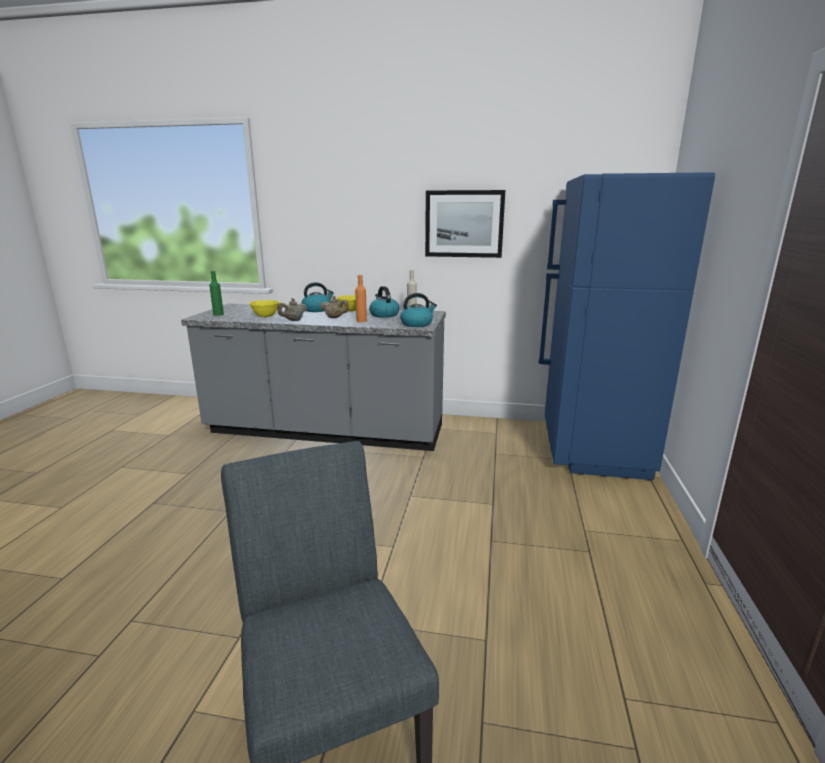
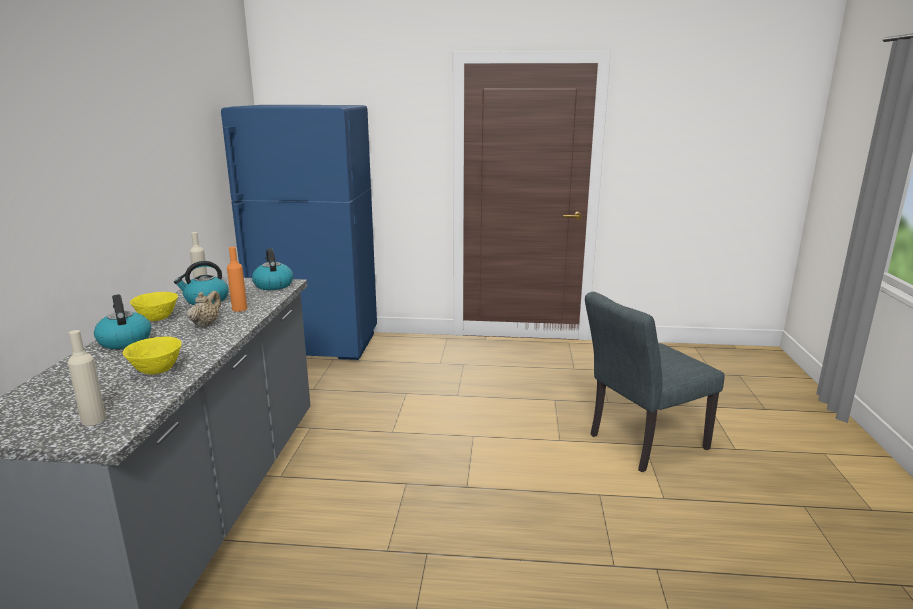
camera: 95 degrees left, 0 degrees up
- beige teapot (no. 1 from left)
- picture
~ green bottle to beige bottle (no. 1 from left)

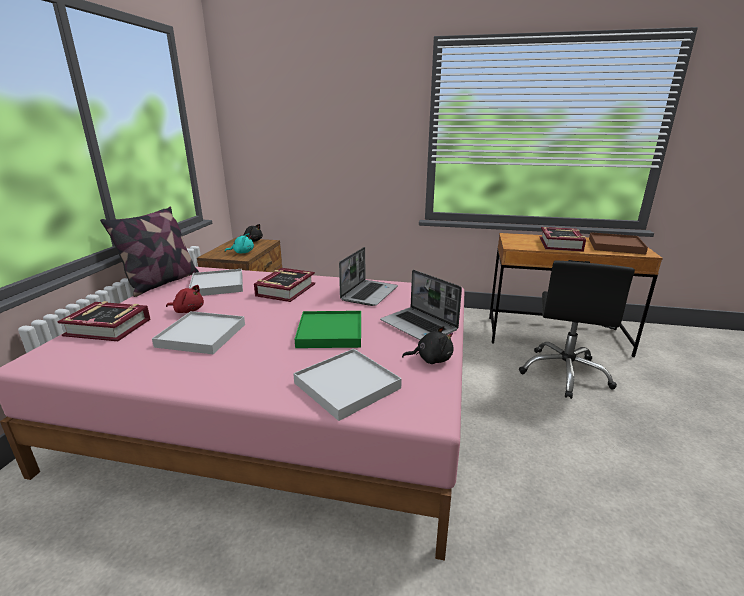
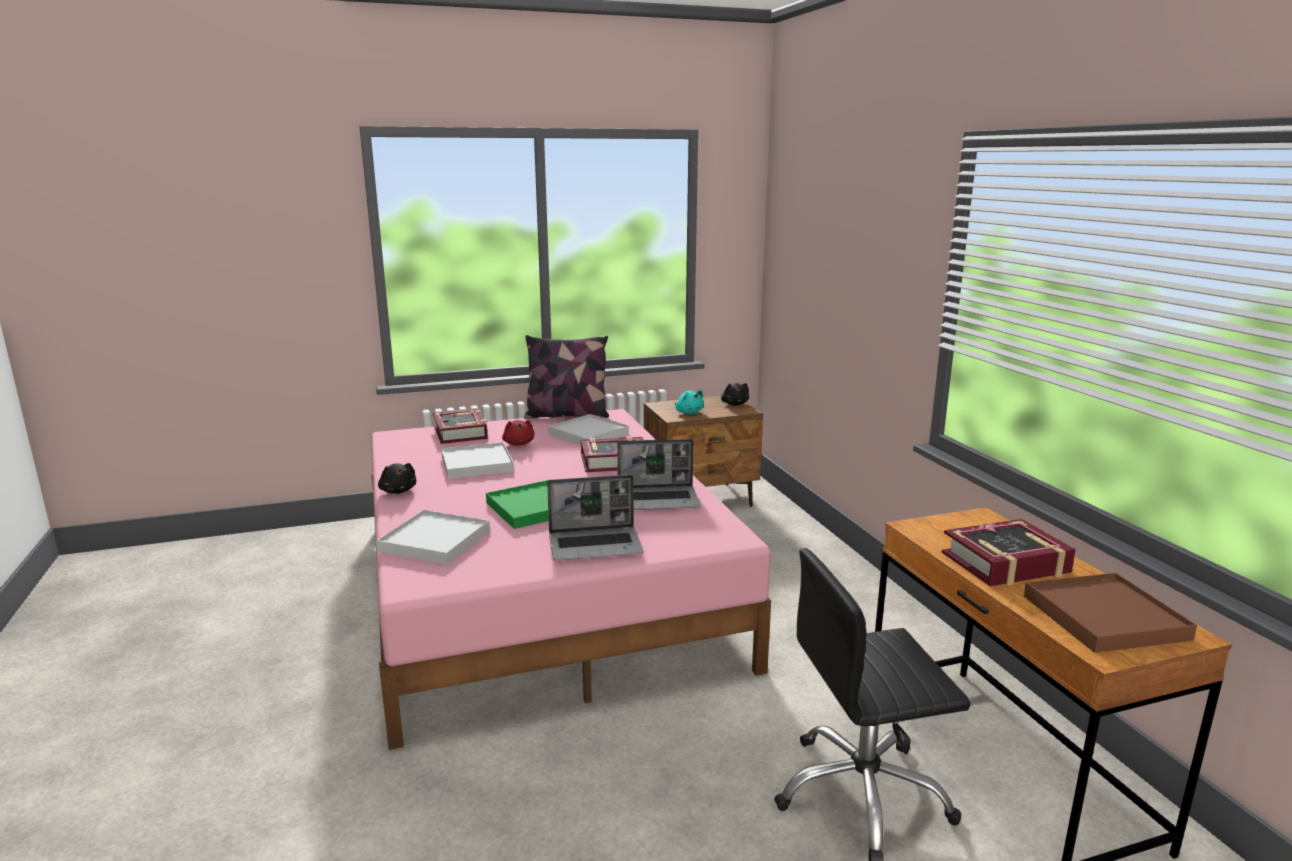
camera: 60 degrees right, 5 degrees down
~ black plush toy (no. 2 from left in the first image) to black plush toy (no. 1 from left)
~ laptop (no. 2 from left in the first image) 120 degrees counterclockwise

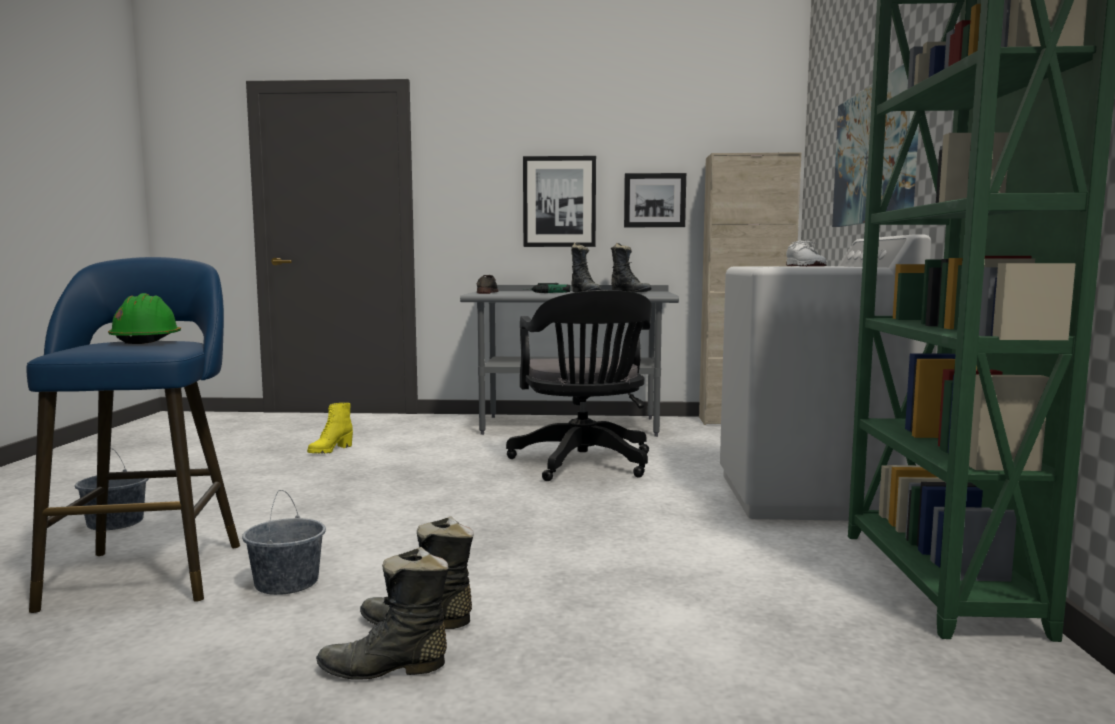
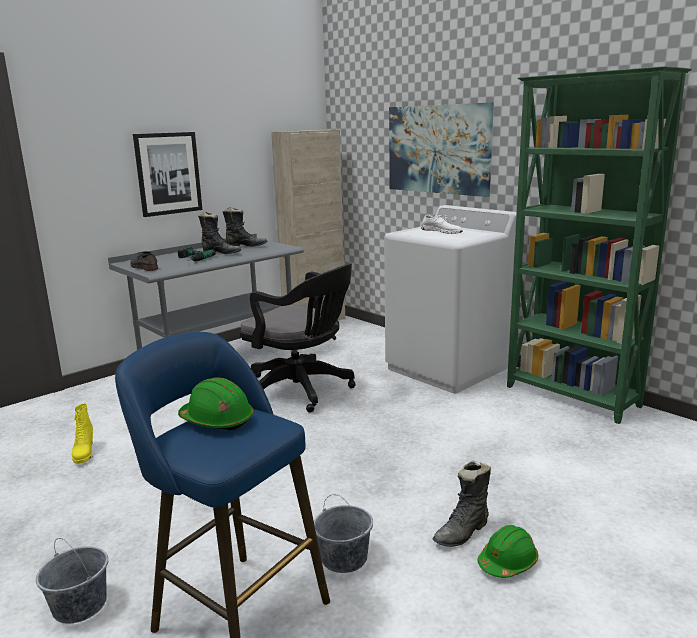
camera: 45 degrees left, 10 degrees up
- picture (no. 2 from left)
~ black boot (no. 1 from left) to green hard hat (no. 2 from left)

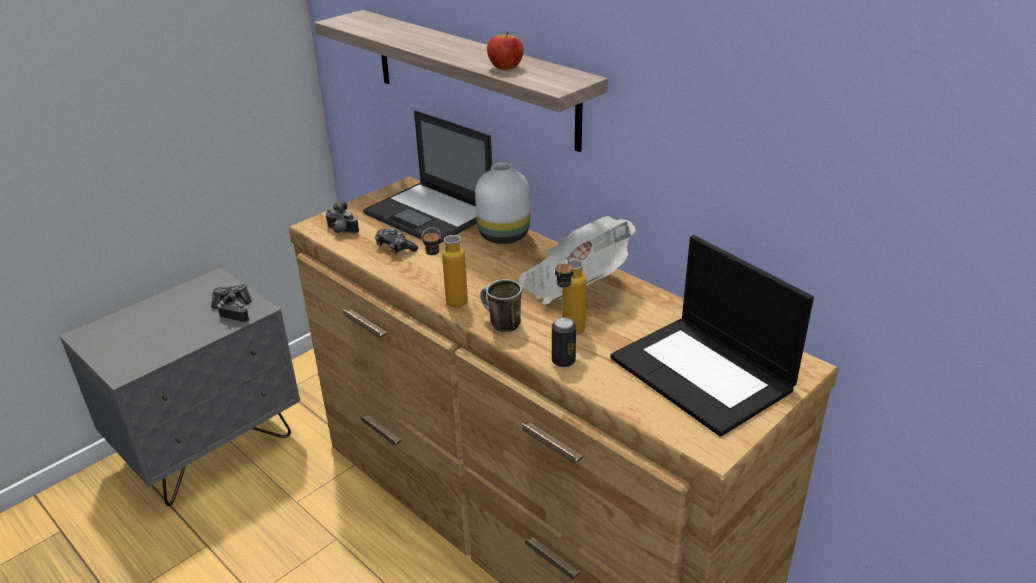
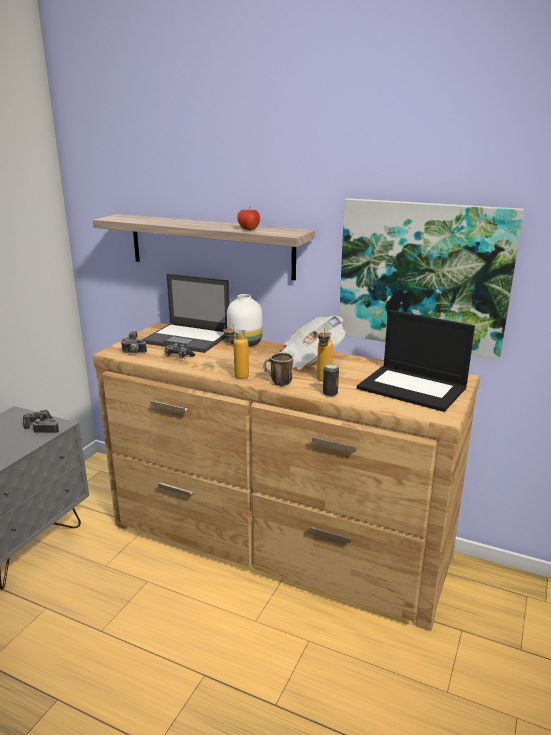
camera: 20 degrees left, 10 degrees down
+ picture

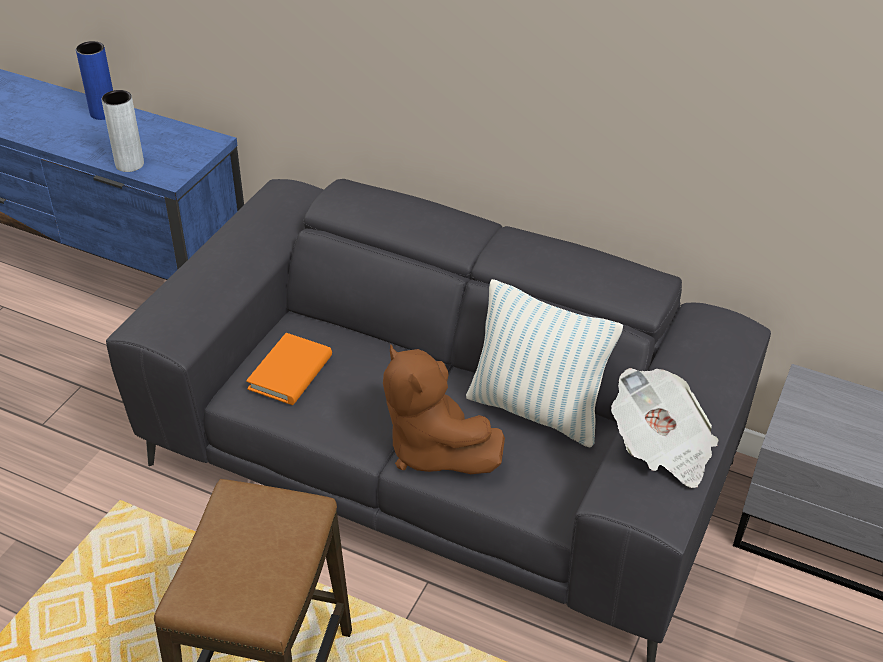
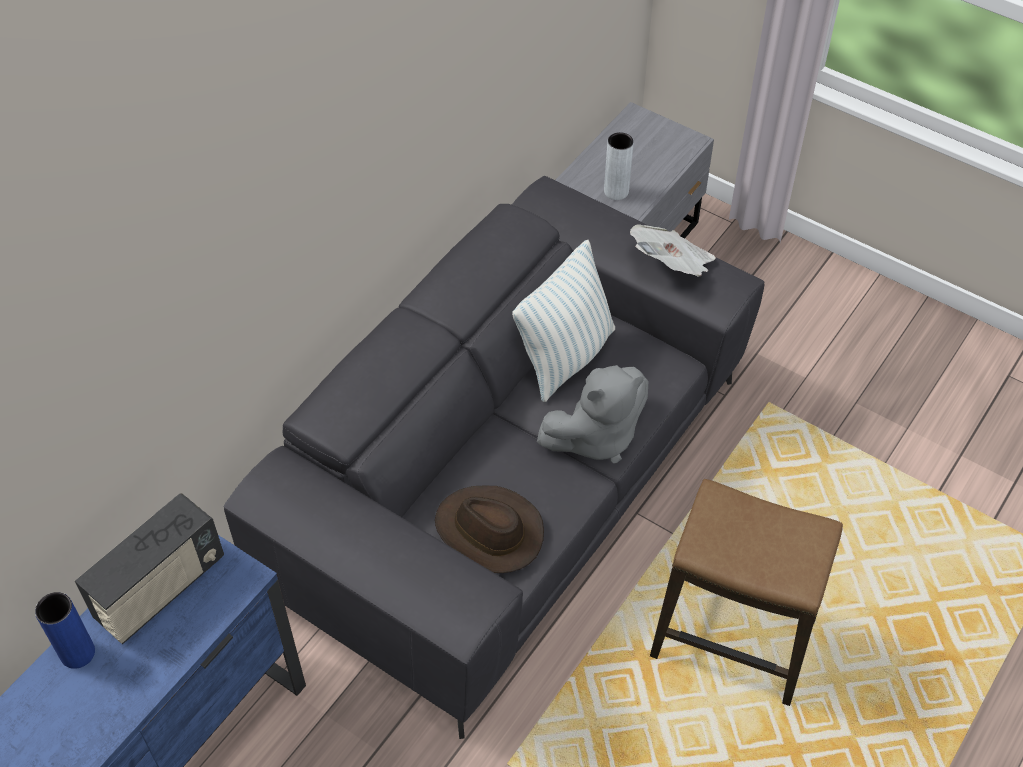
camera: 80 degrees left, 10 degrees up
+ radio
~ grey vase
~ orange book to brown hat
~ brown plush toy to grey plush toy

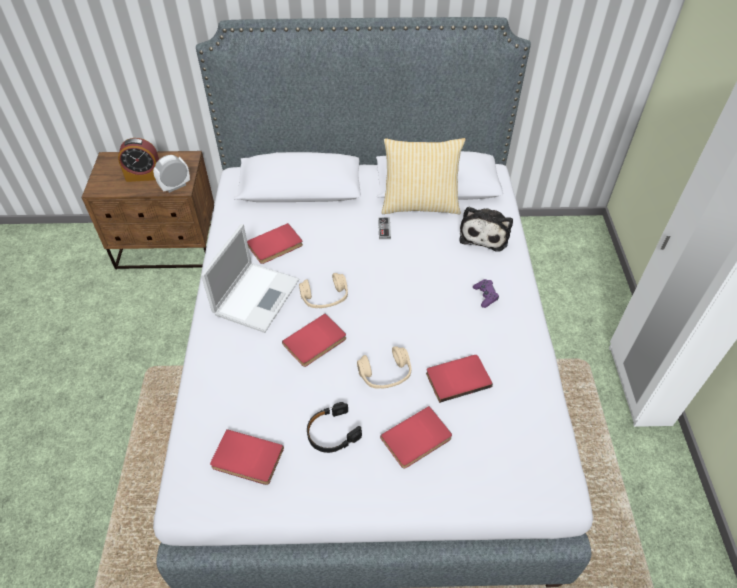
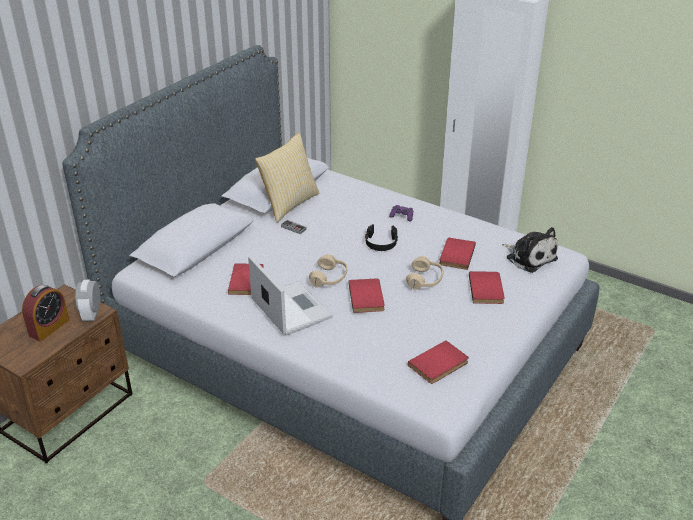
camera: 55 degrees left, 15 degrees down
~ black headphones
~ plush toy

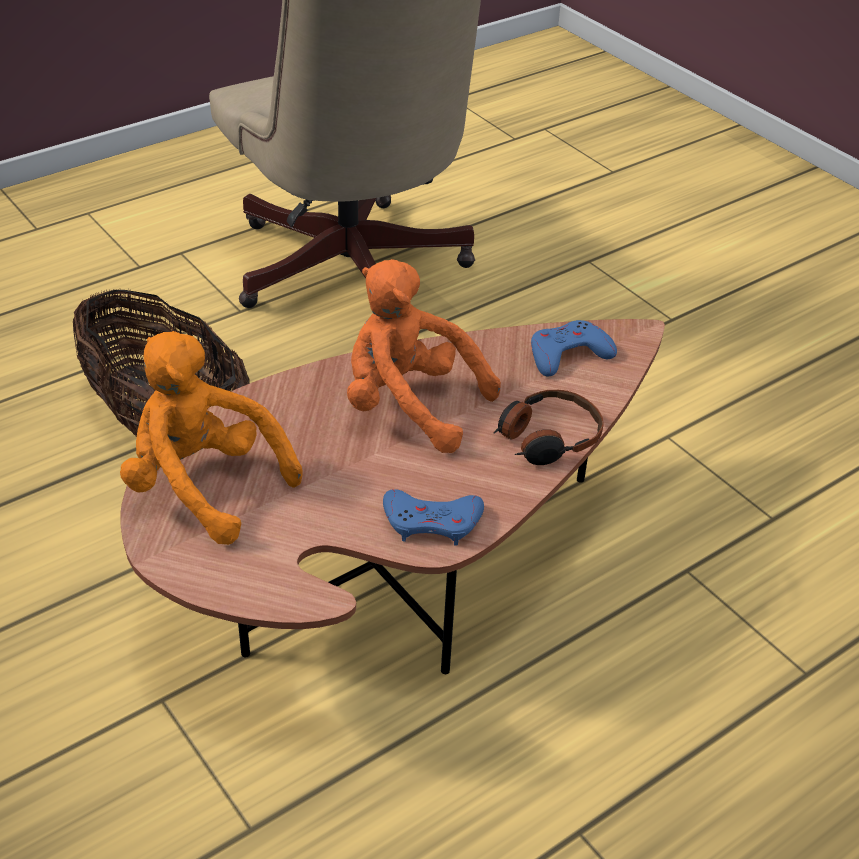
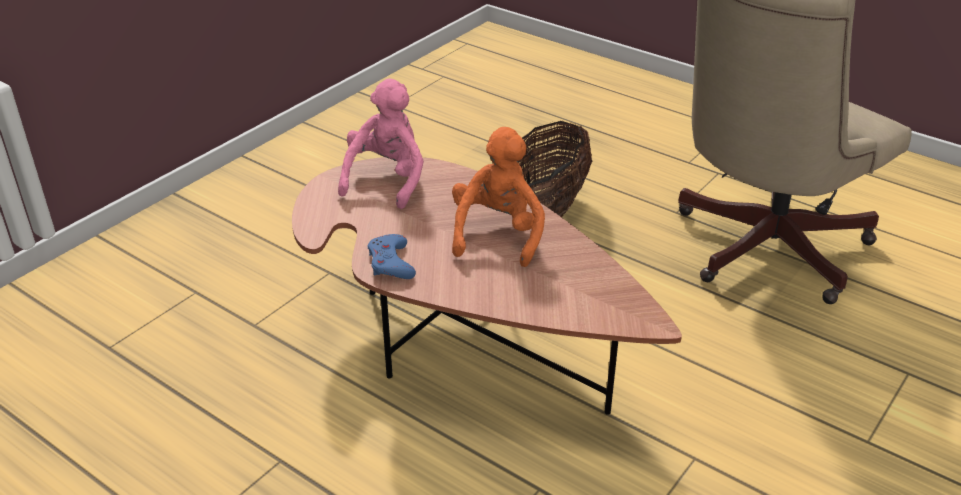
camera: 75 degrees right, 5 degrees down
- headphones
- blue game controller (no. 2 from left)
~ orange plush toy (no. 1 from left) to pink plush toy

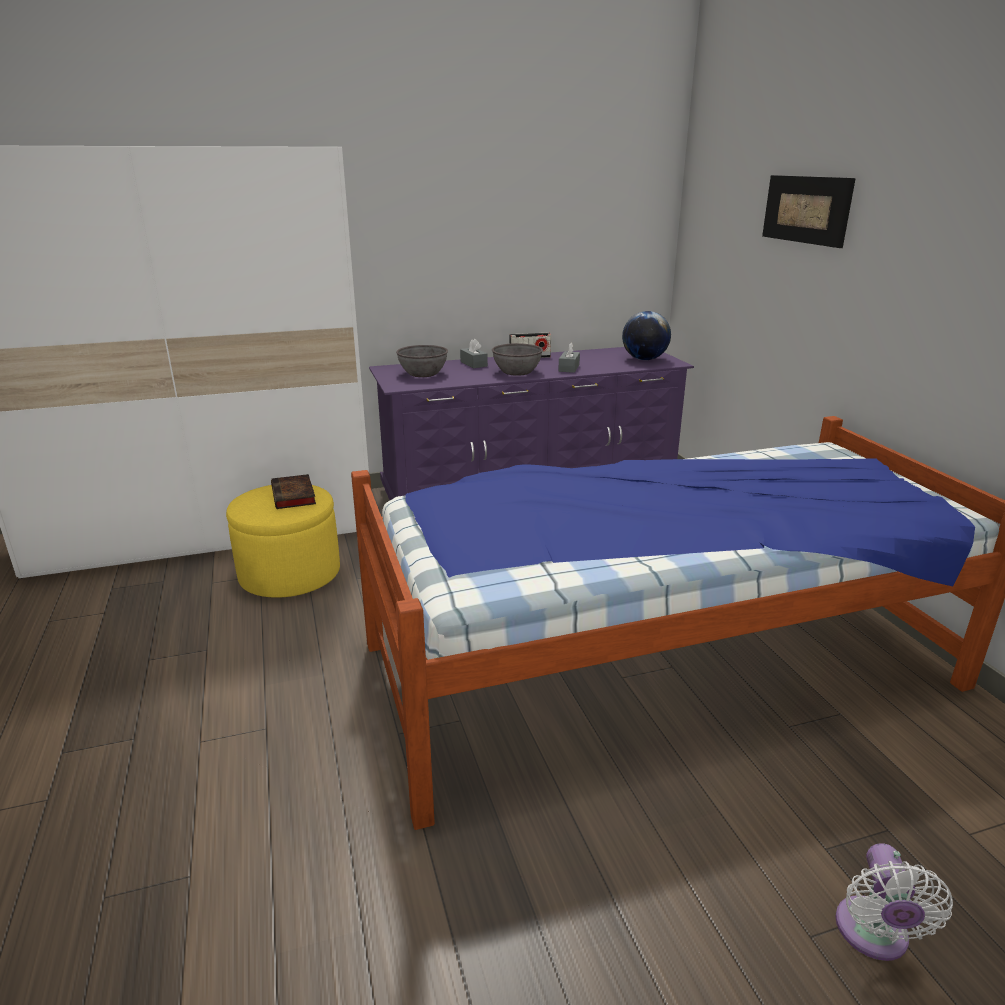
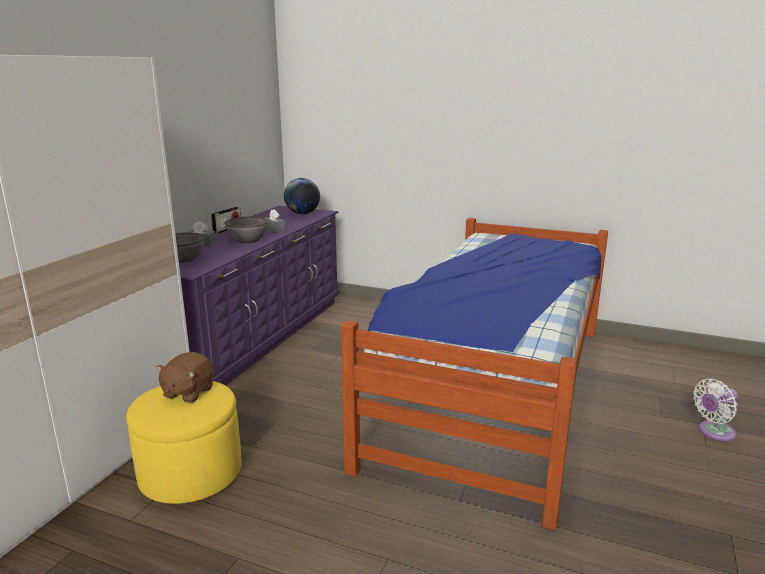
camera: 50 degrees left, 5 degrees down
- picture
~ book to brown plush toy
~ white fan 105 degrees clockwise

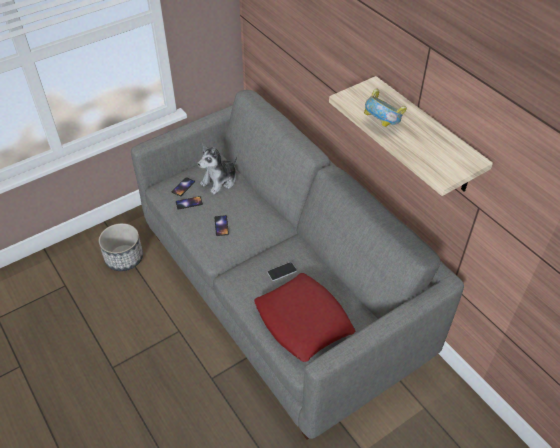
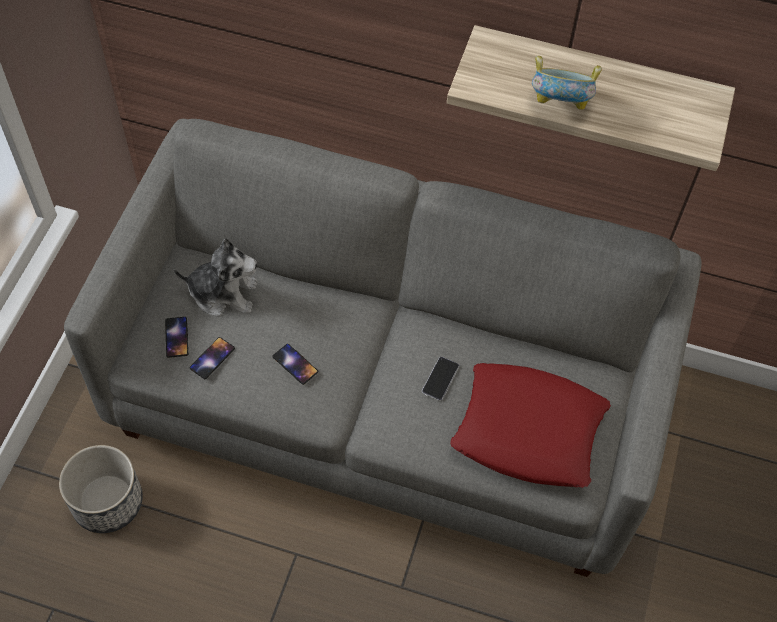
camera: 40 degrees left, 10 degrees up
~ plush toy 90 degrees counterclockwise

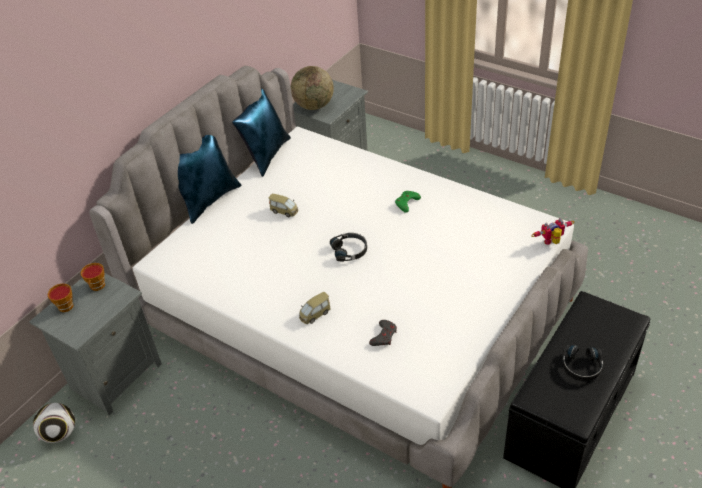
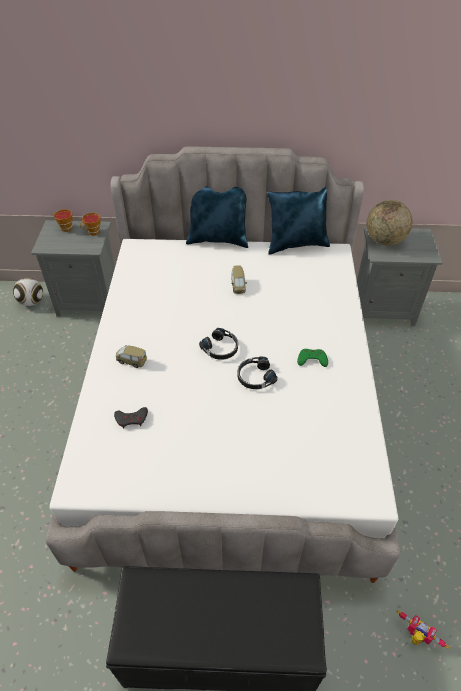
camera: 55 degrees right, 5 degrees up
~ toy robot
~ black headphones (no. 2 from left)

